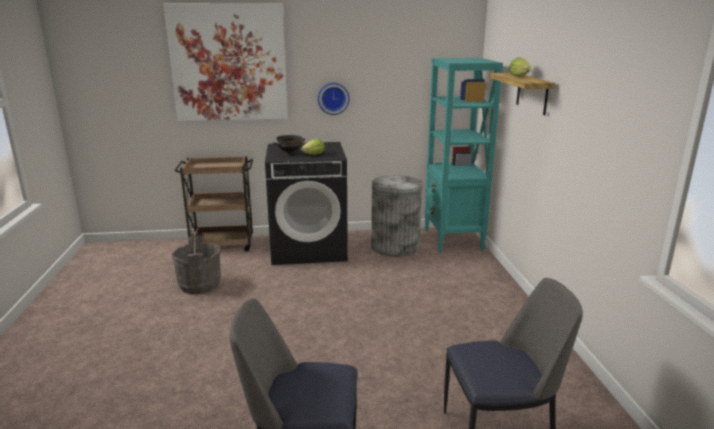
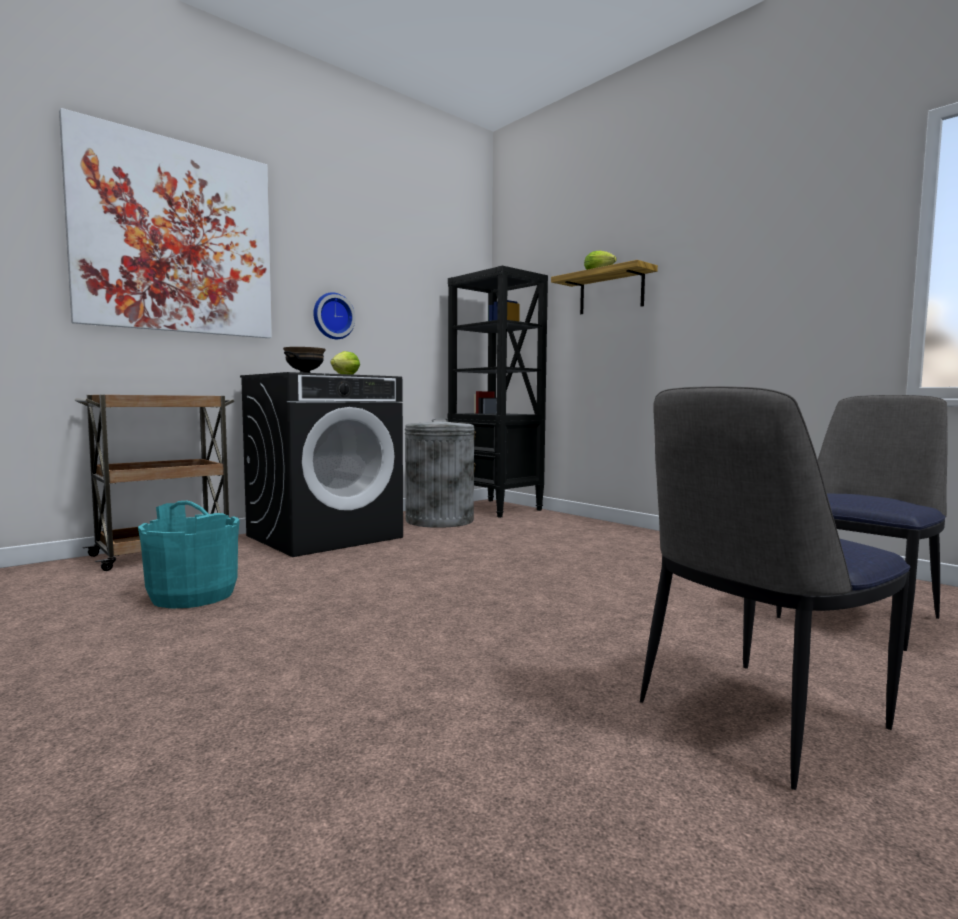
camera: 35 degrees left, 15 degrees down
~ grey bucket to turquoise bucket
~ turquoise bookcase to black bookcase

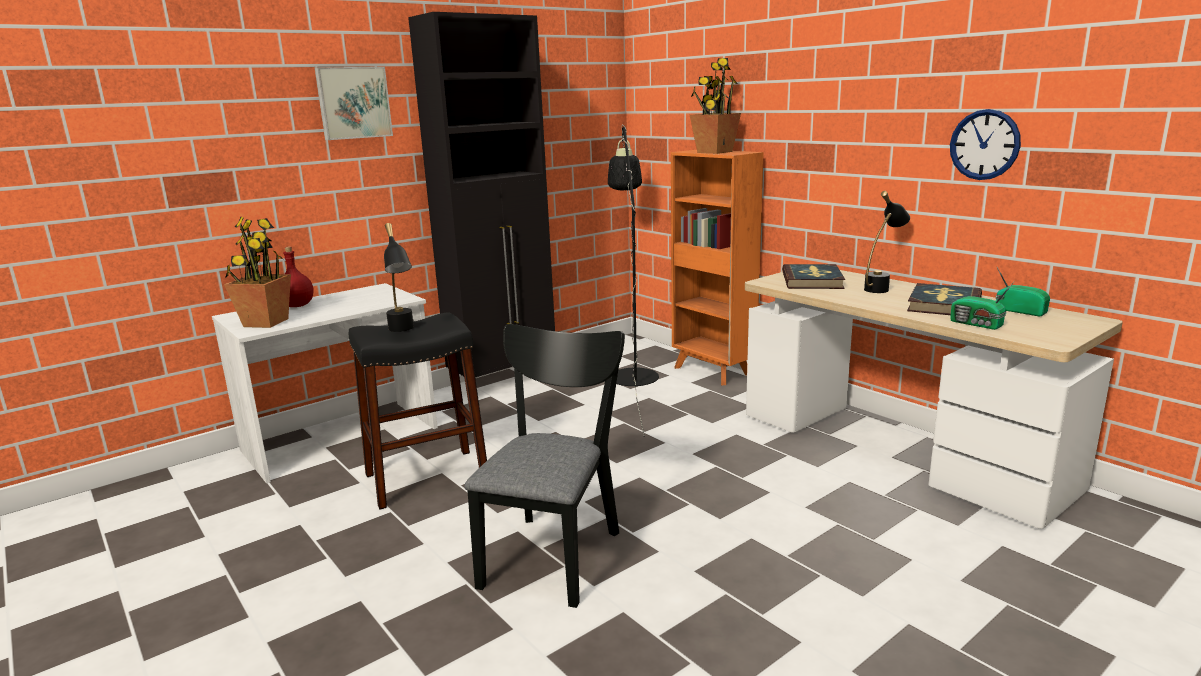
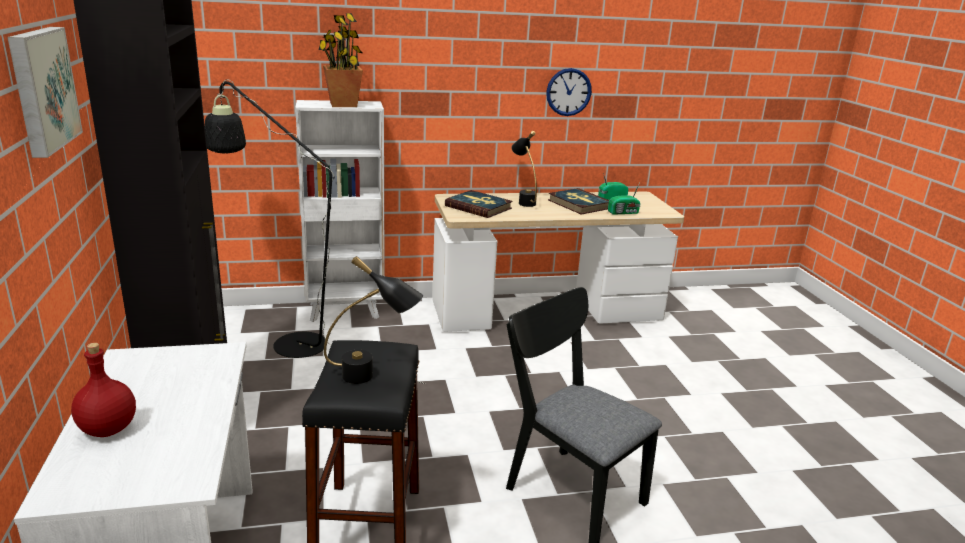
camera: 65 degrees left, 5 degrees up
- potted plant (no. 1 from left)
~ orange bookcase to white bookcase

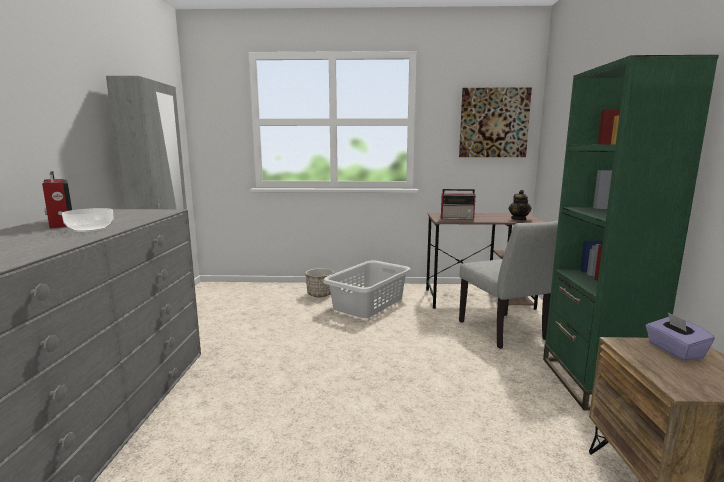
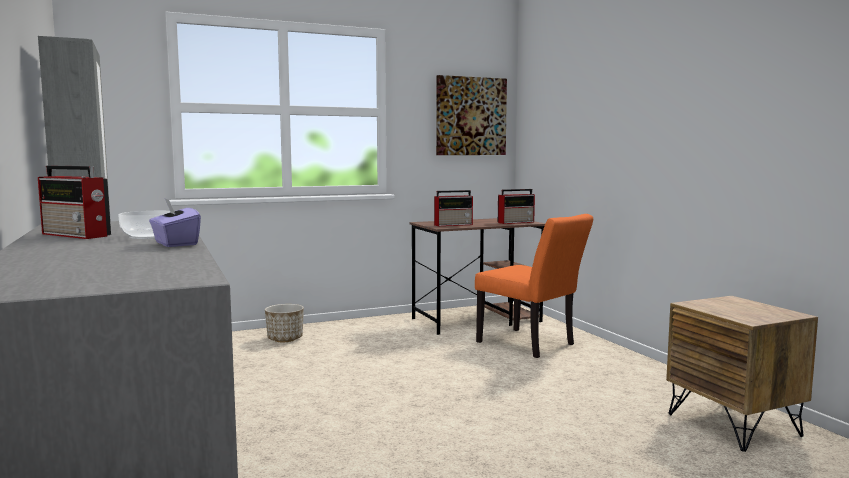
camera: 25 degrees left, 5 degrees down
- grey laundry basket
- green bookcase
~ purple tissue box
~ teapot to radio (no. 3 from left)
~ grey chair to orange chair

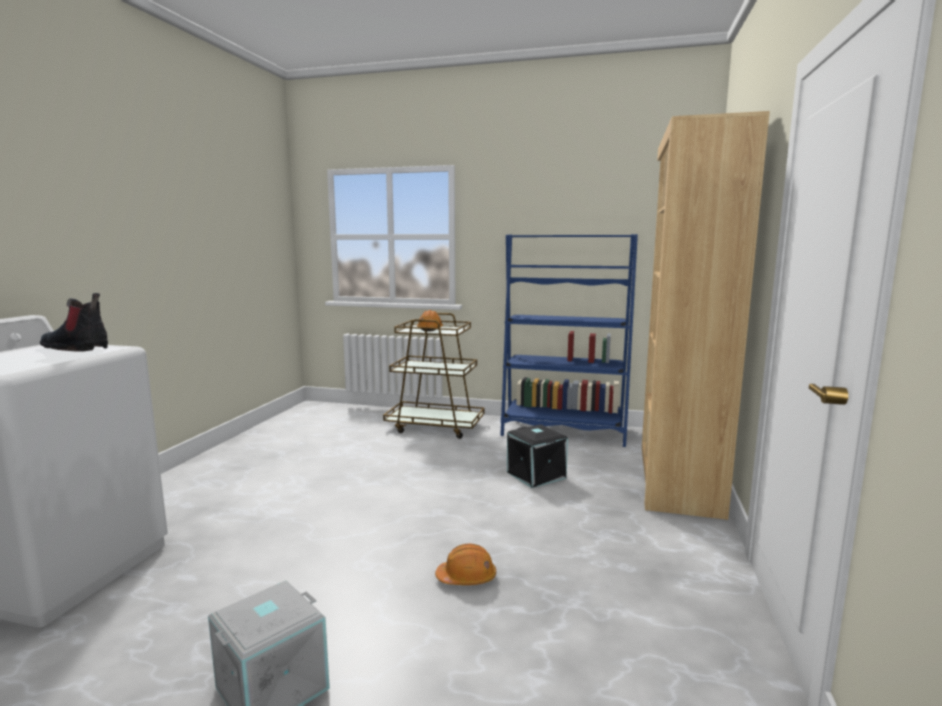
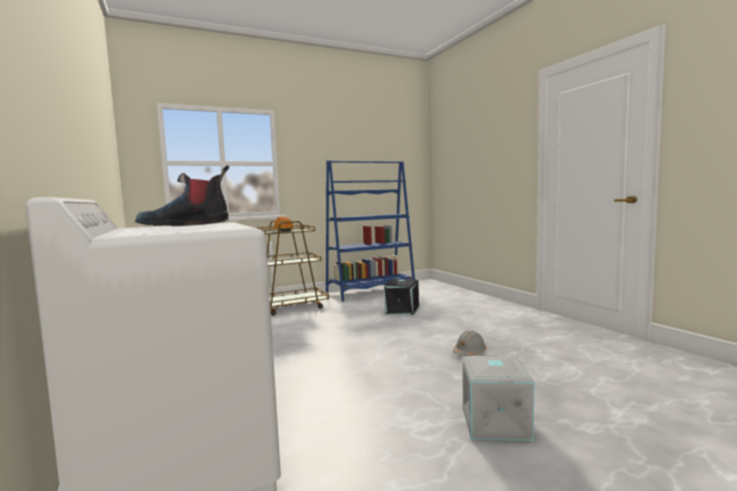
camera: 40 degrees left, 5 degrees down
- brown bookcase
~ orange hard hat (no. 2 from left) to grey hard hat

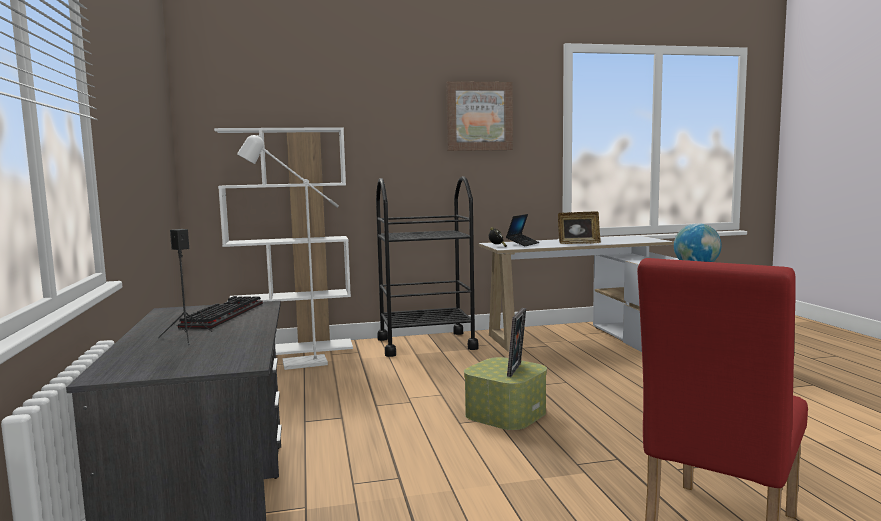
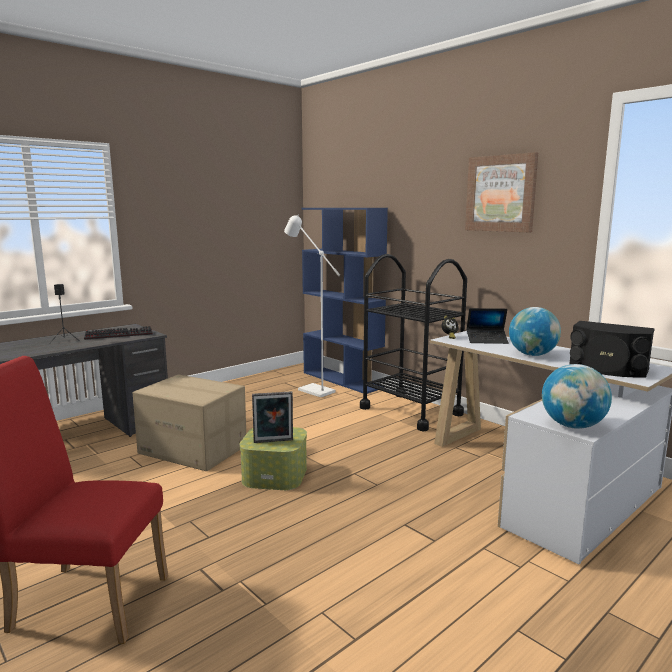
camera: 60 degrees right, 5 degrees up
+ cardboard box
+ black speaker (no. 2 from left)
~ picture frame (no. 2 from left) to globe (no. 1 from left)
~ white bookcase to blue bookcase

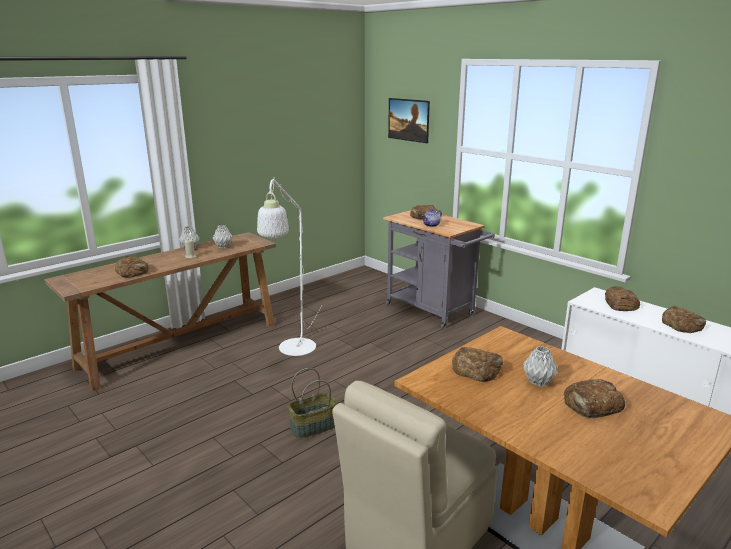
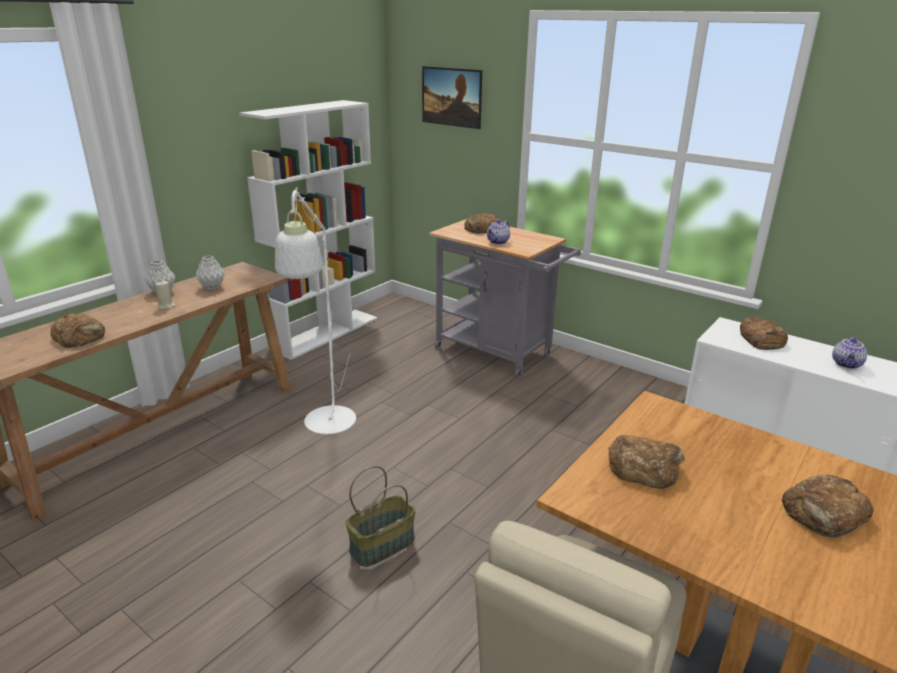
camera: 10 degrees left, 5 degrees up
- grey vase (no. 3 from left)
+ white bookcase
~ bread (no. 6 from left) to teapot (no. 2 from left)

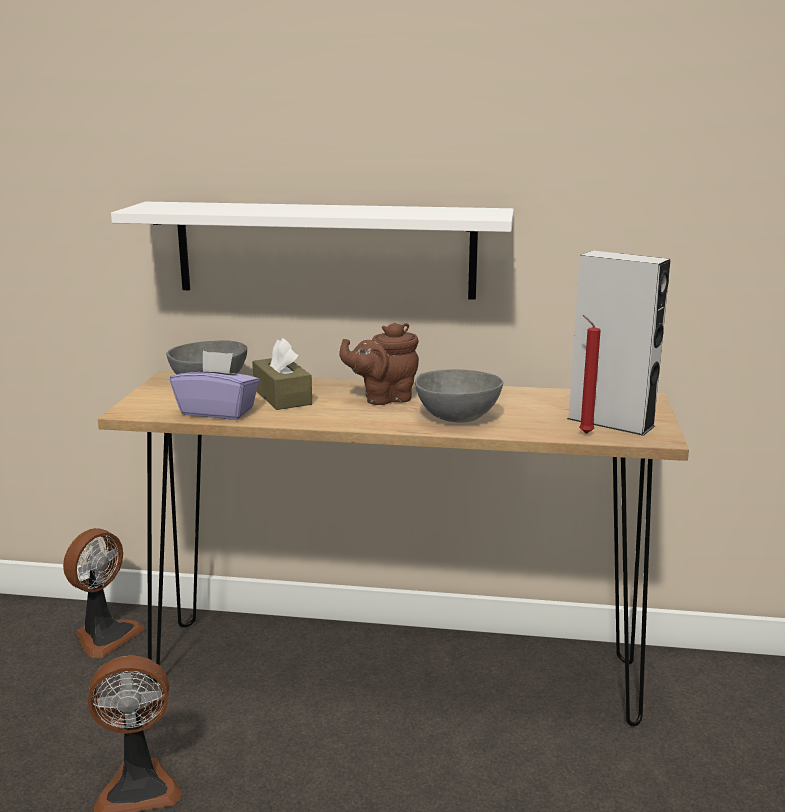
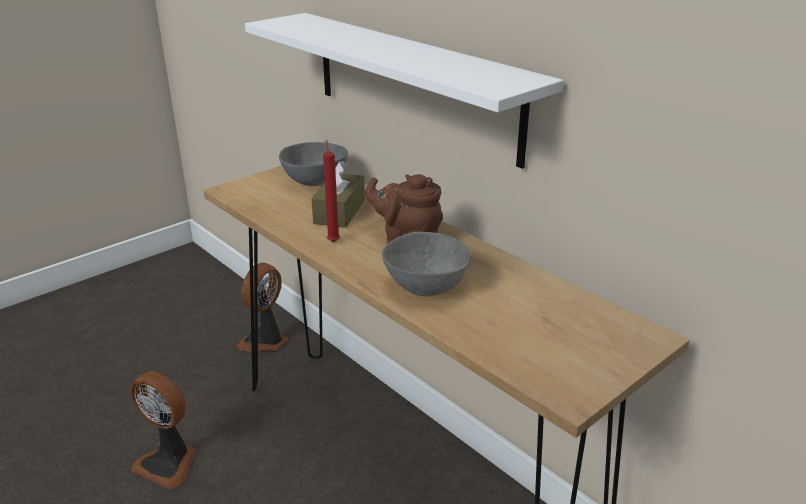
camera: 40 degrees right, 10 degrees up
- purple tissue box
- grey speaker
~ red candle
~ fan (no. 1 from left in the first image) 135 degrees clockwise

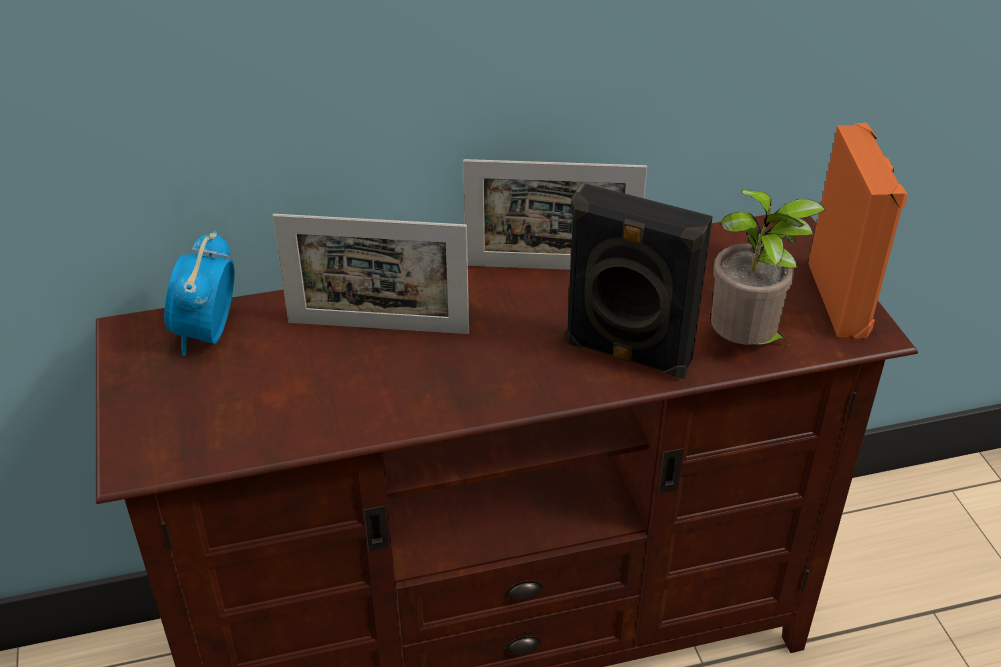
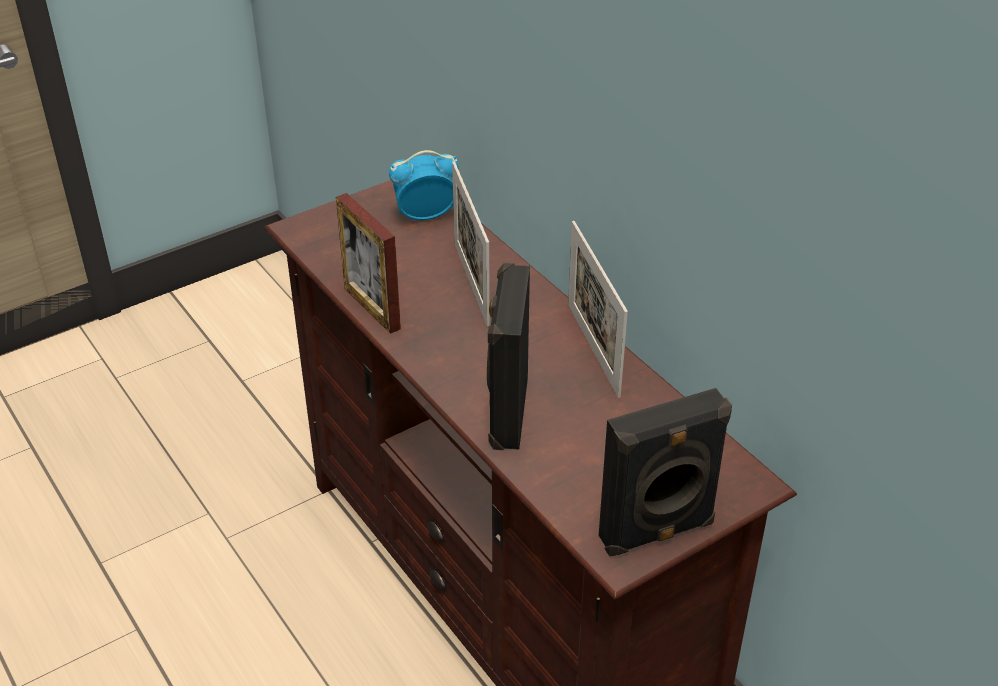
camera: 70 degrees right, 0 degrees up
- potted plant
+ picture frame (no. 1 from left)
~ orange speaker to black speaker (no. 2 from left)

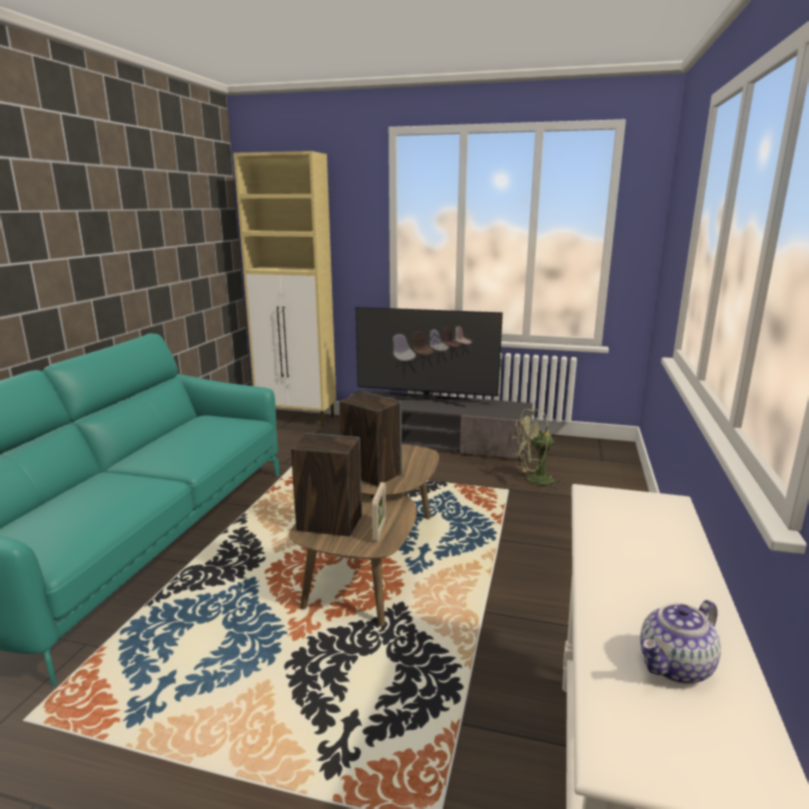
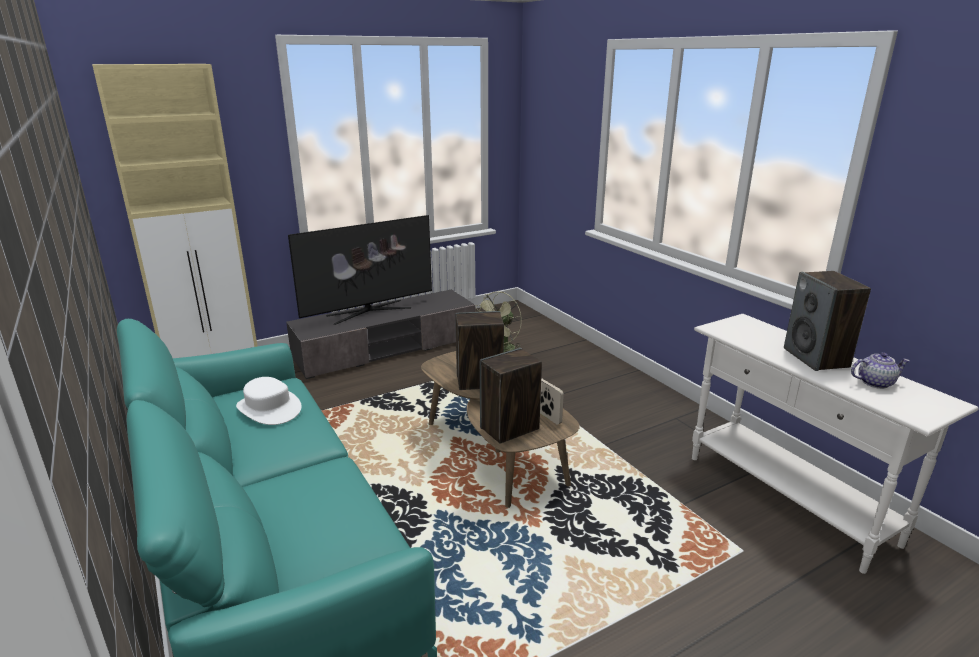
camera: 45 degrees left, 5 degrees up
+ white hat
+ speaker (no. 3 from left)
~ teapot 105 degrees counterclockwise

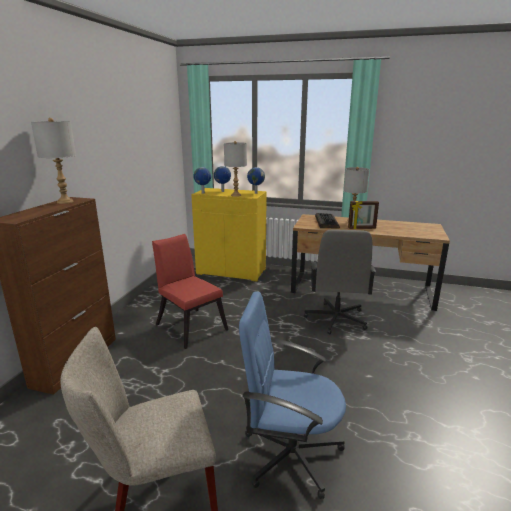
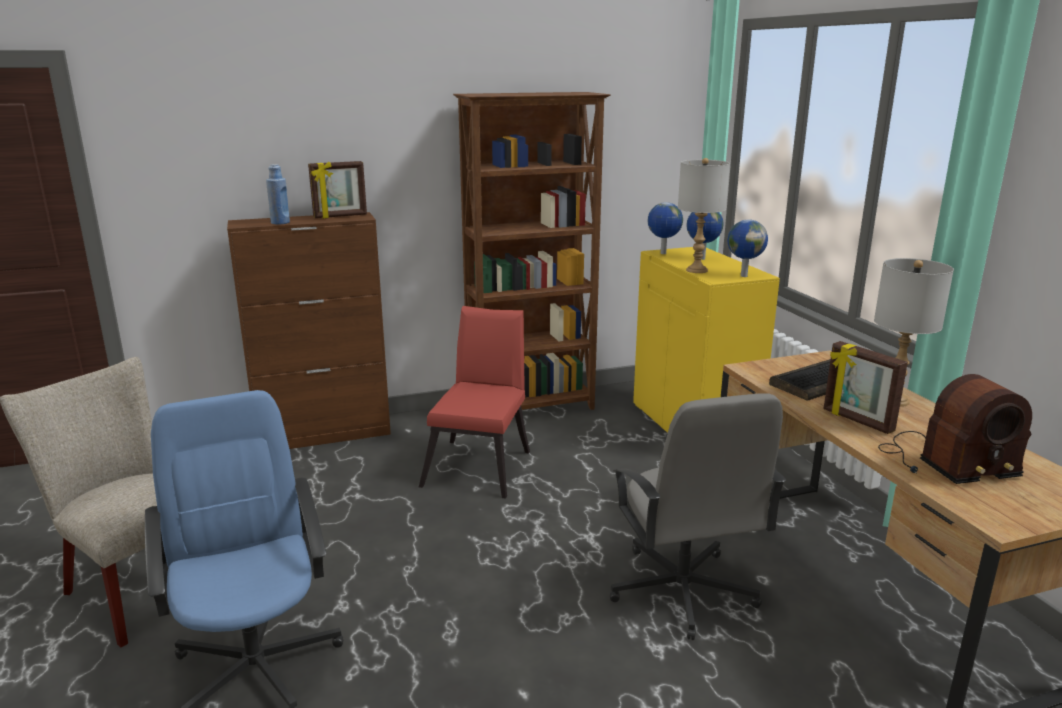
camera: 55 degrees right, 0 degrees up
+ blue bottle
+ brown bookcase
+ radio
~ grey table lamp (no. 1 from left) to picture frame (no. 1 from left)
~ grey office chair 75 degrees counterclockwise

